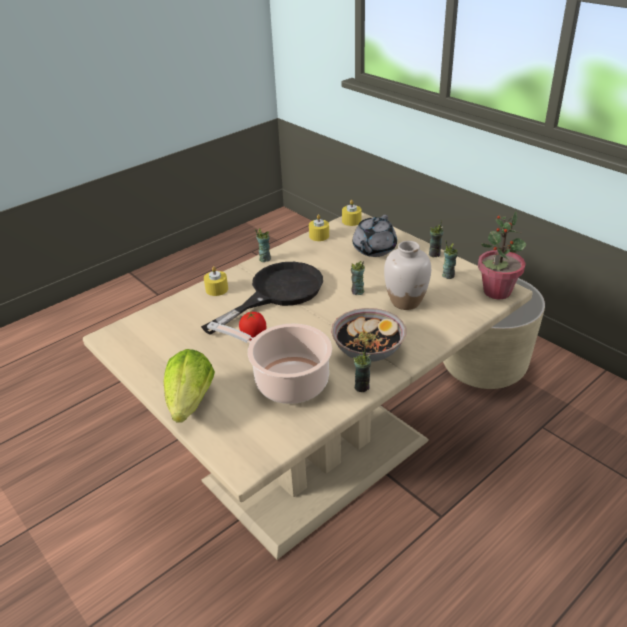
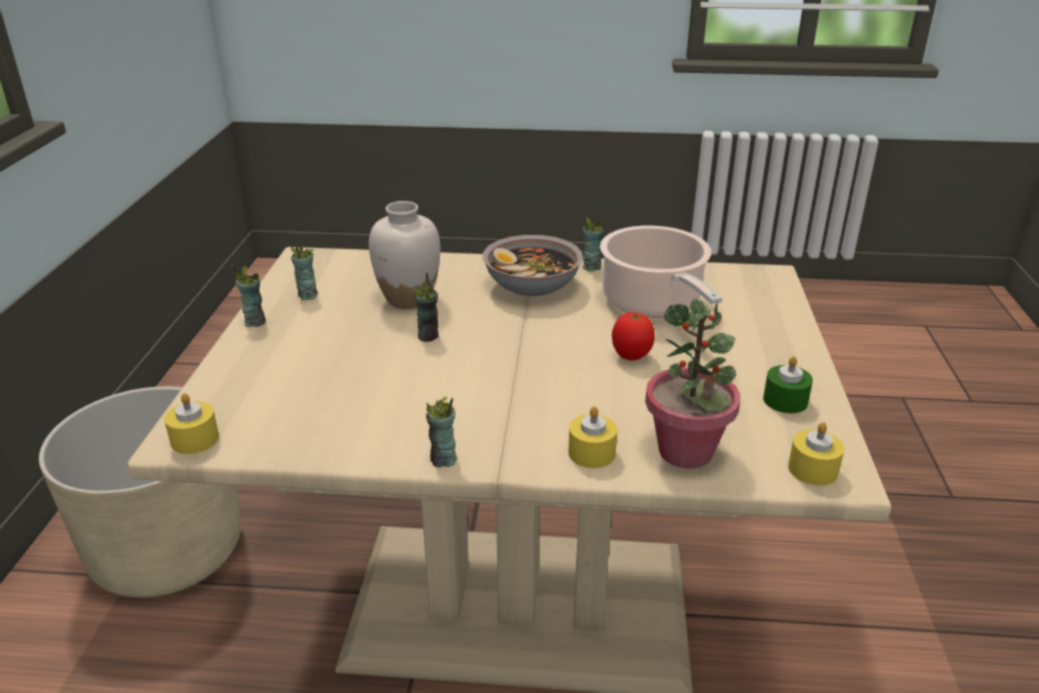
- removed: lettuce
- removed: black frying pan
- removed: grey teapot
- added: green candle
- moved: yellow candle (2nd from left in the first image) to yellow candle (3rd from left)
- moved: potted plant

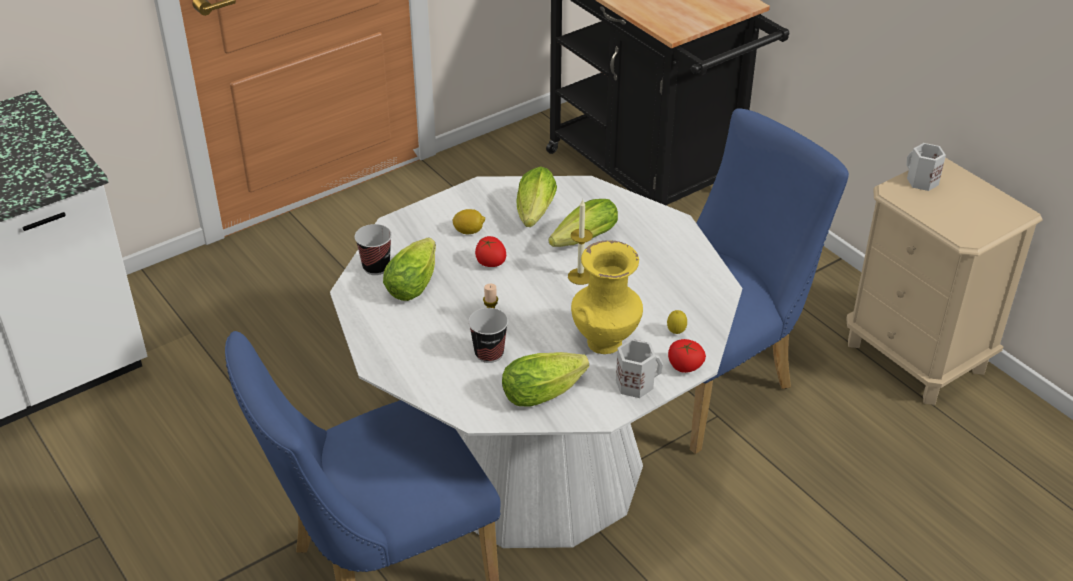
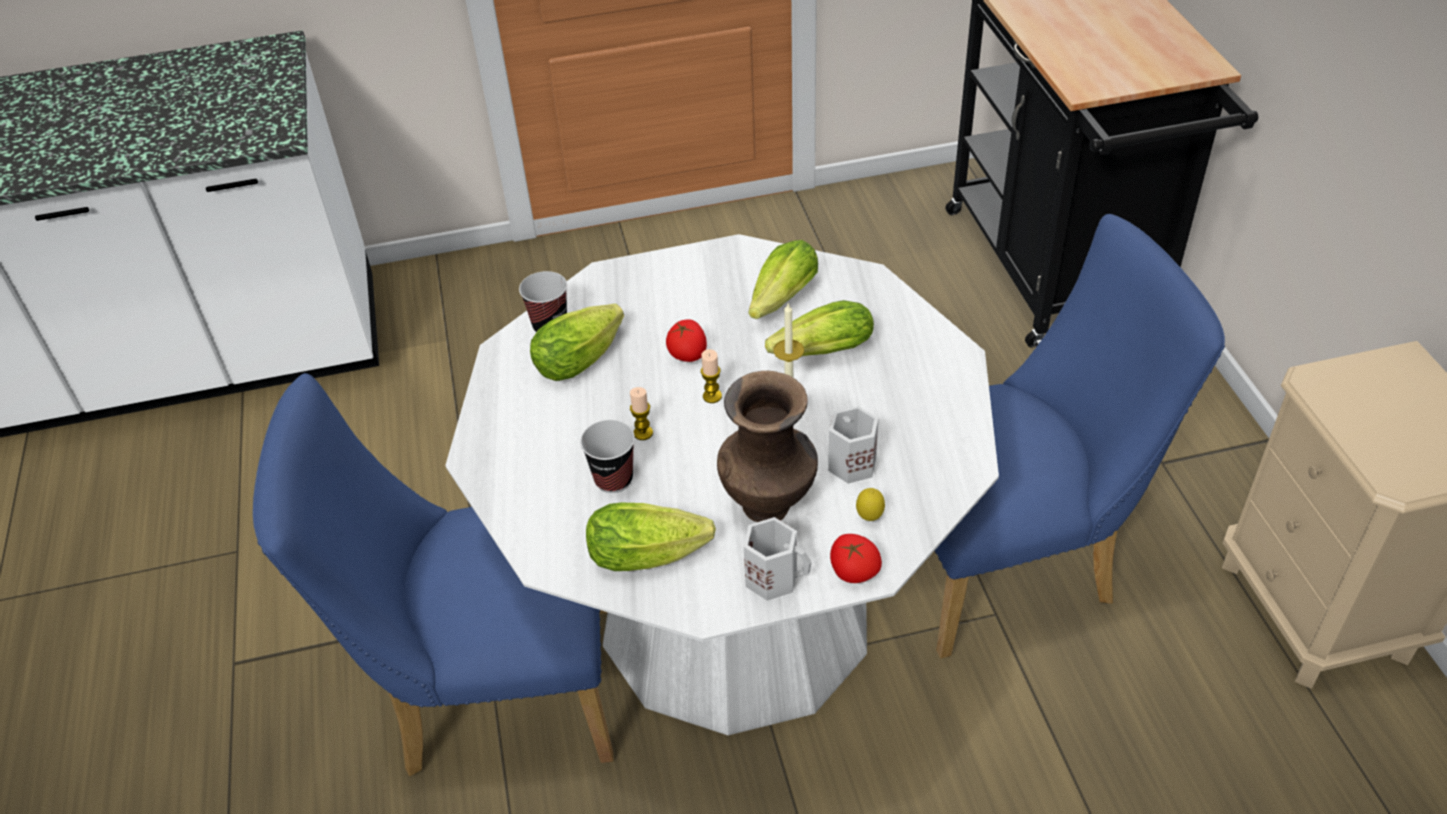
- removed: lemon (1st from left)
- added: candle (2nd from left)
- moved: white mug (2nd from left)
- recoloured: yellow vase to brown vase

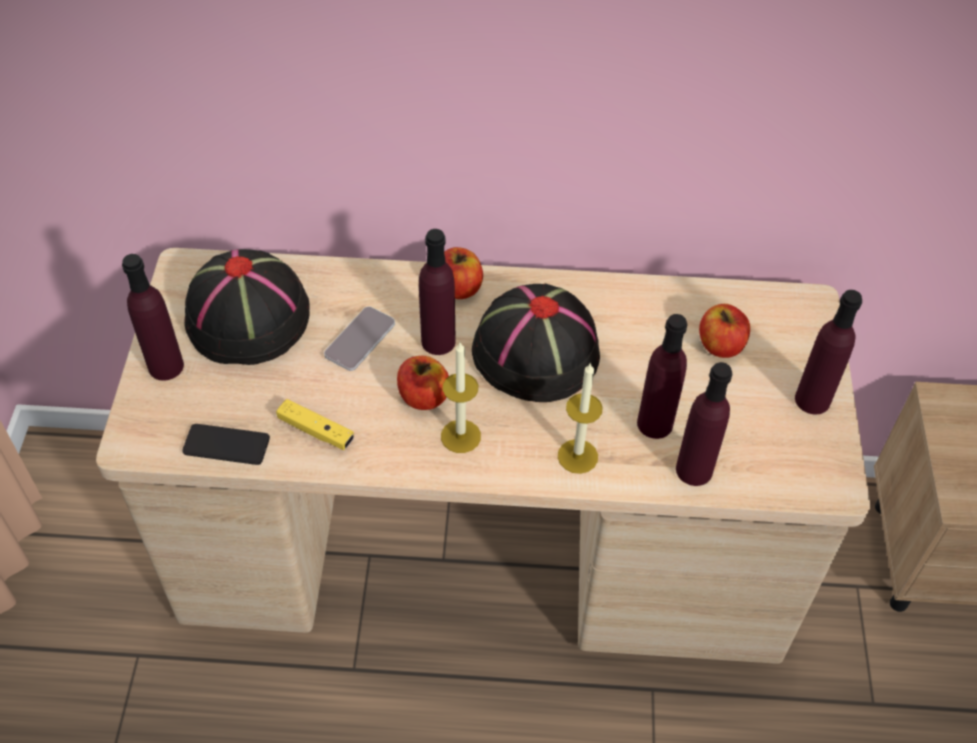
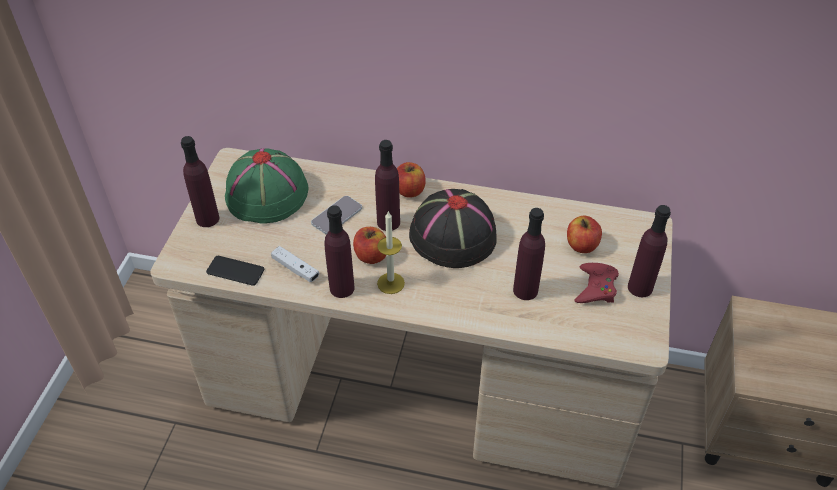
- removed: candle (2nd from left)
- added: red game controller
- moved: purple bottle (4th from left in the first image) to purple bottle (2nd from left)
- recoloured: black hat (1st from left) to green hat
- recoloured: yellow game controller to white game controller

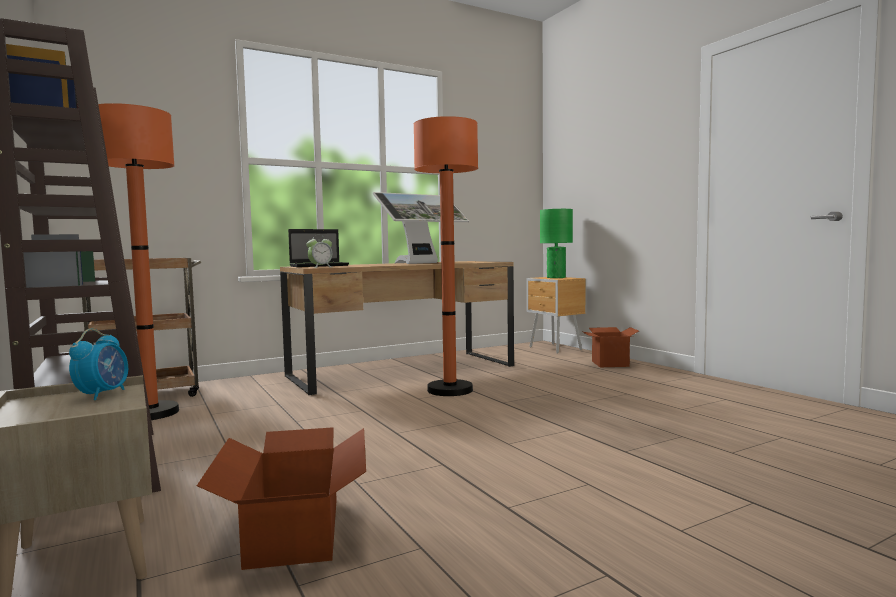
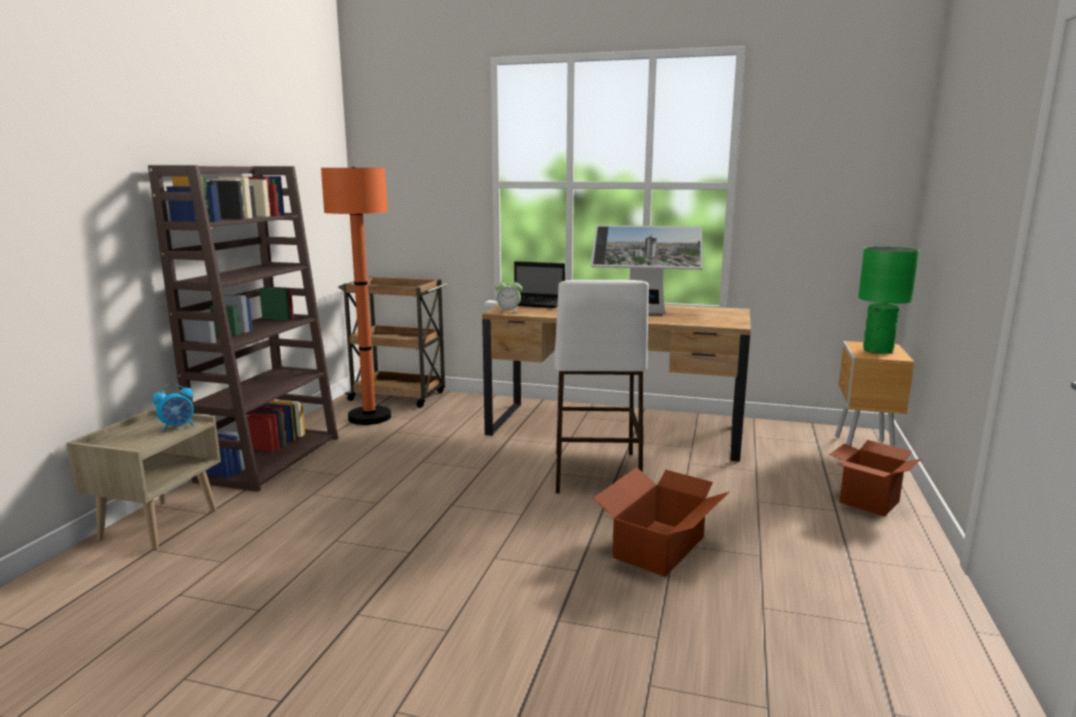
- moved: cardboard box (1st from left)
- replaced: orange floor lamp (2nd from left) to white stool

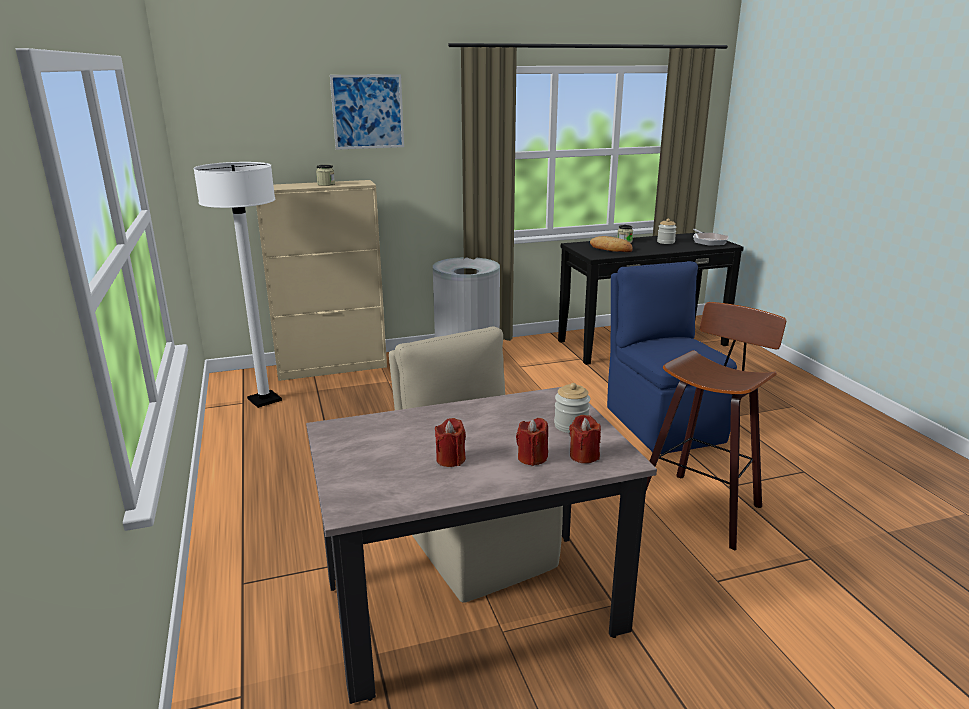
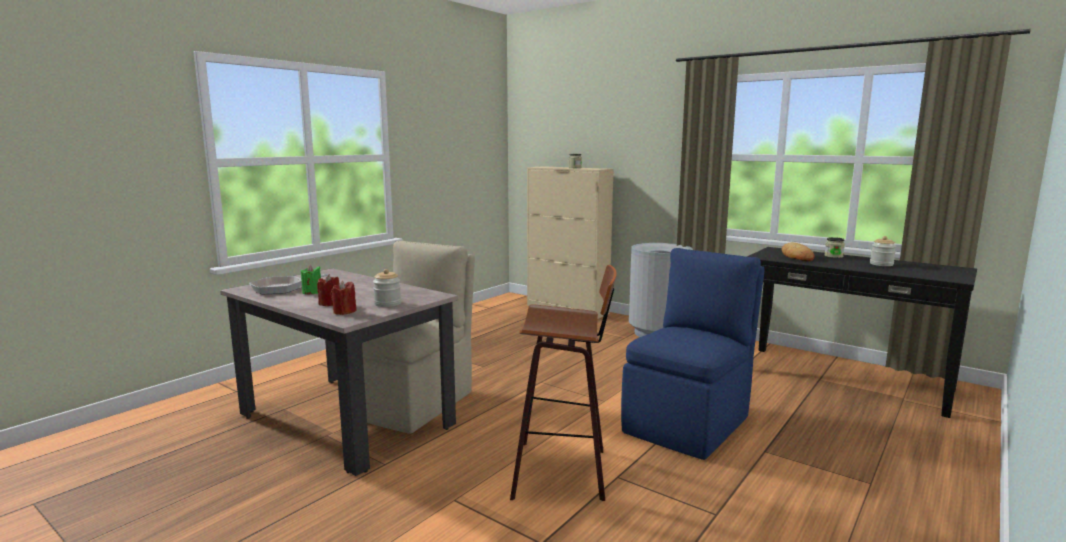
- removed: white floor lamp
- removed: picture
- moved: frying pan
- recoloured: red candle (1st from left) to green candle

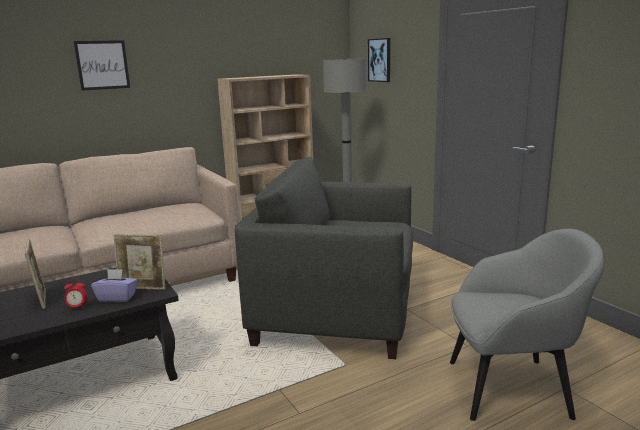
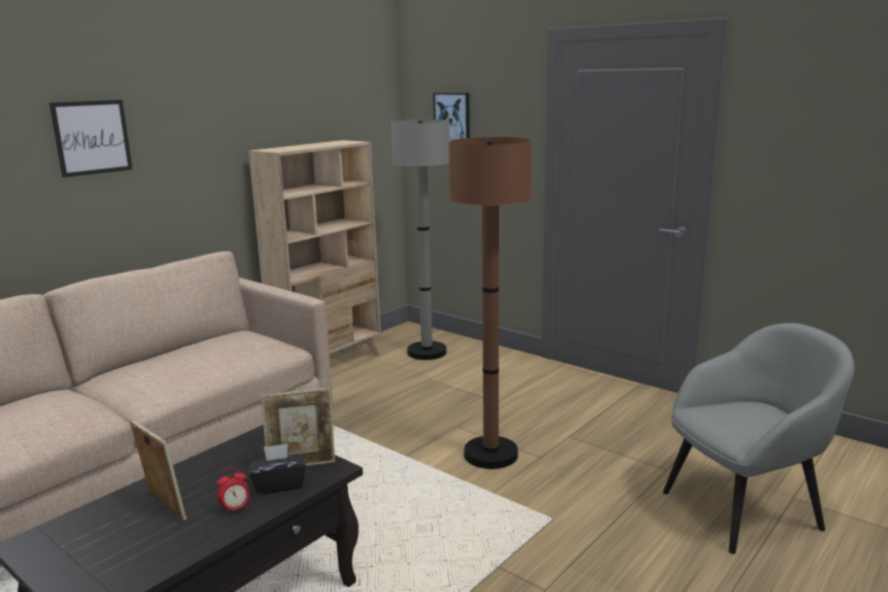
- replaced: grey armchair (1st from left) to brown floor lamp
- recoloured: purple tissue box to black tissue box

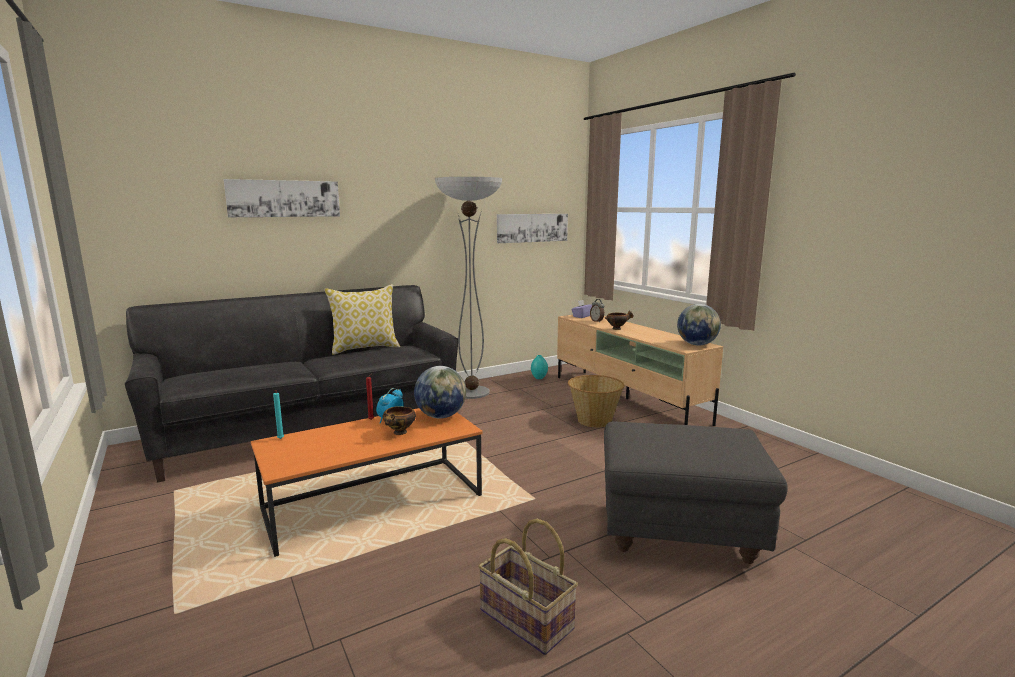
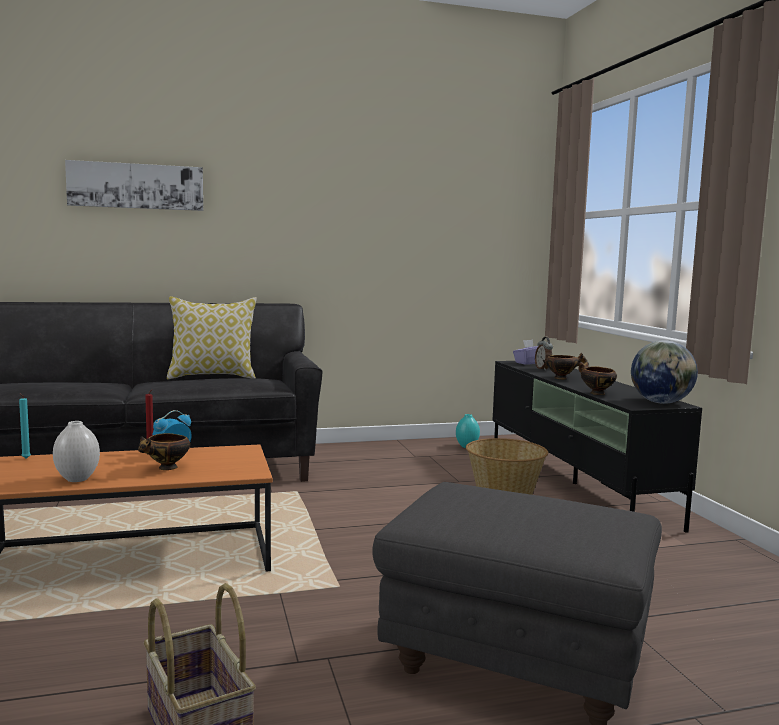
- removed: globe (1st from left)
- removed: floor lamp
- removed: picture (2nd from left)
- added: white vase
- added: bowl (3rd from left)
- recoloured: beige tv stand to black tv stand

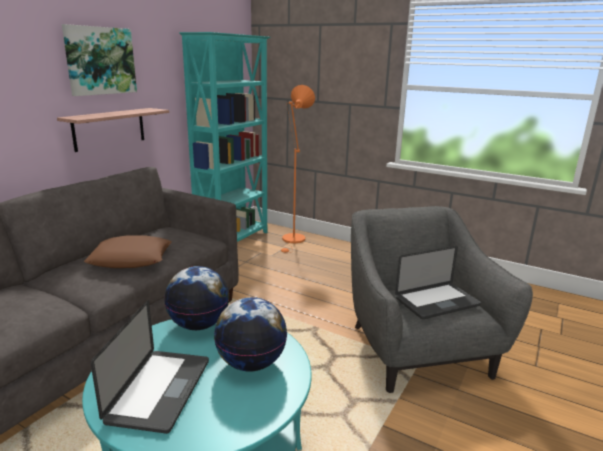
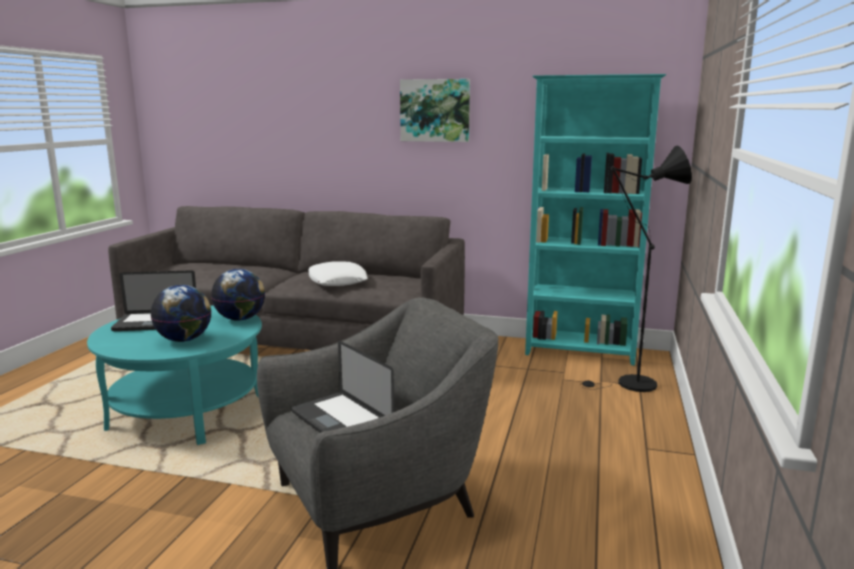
- removed: shelf
- recoloured: brown pillow to white pillow
- recoloured: orange floor lamp to black floor lamp

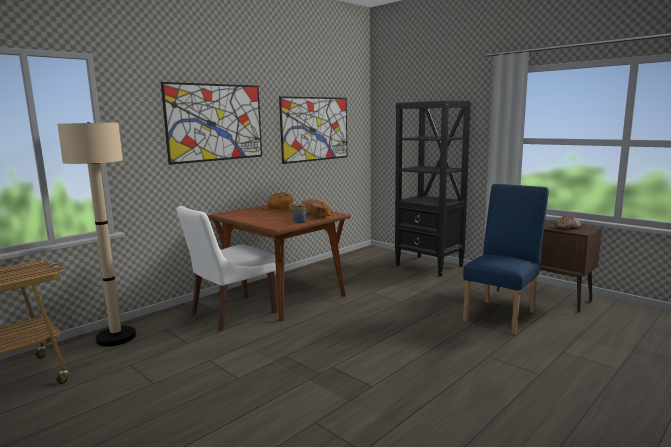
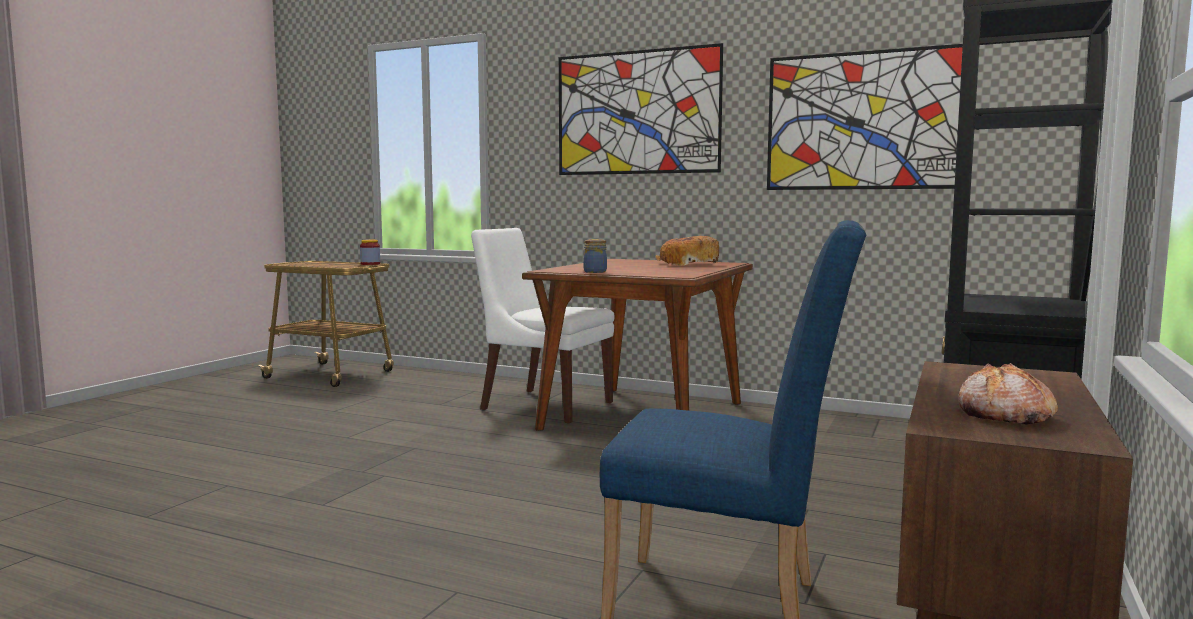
- removed: beige floor lamp
- removed: bread (2nd from left)
- added: jar (1st from left)

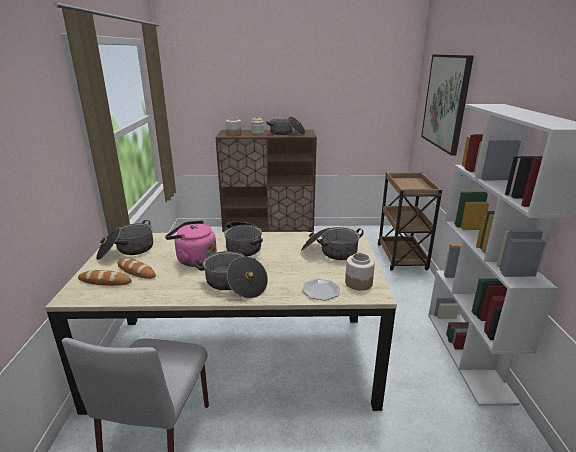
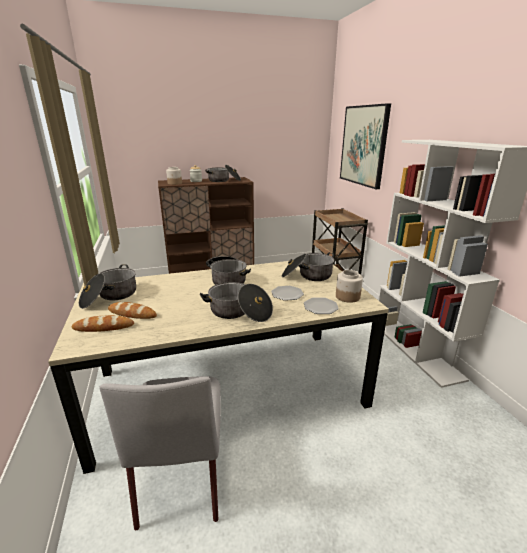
- removed: pink kettle
- added: plate (1st from left)

